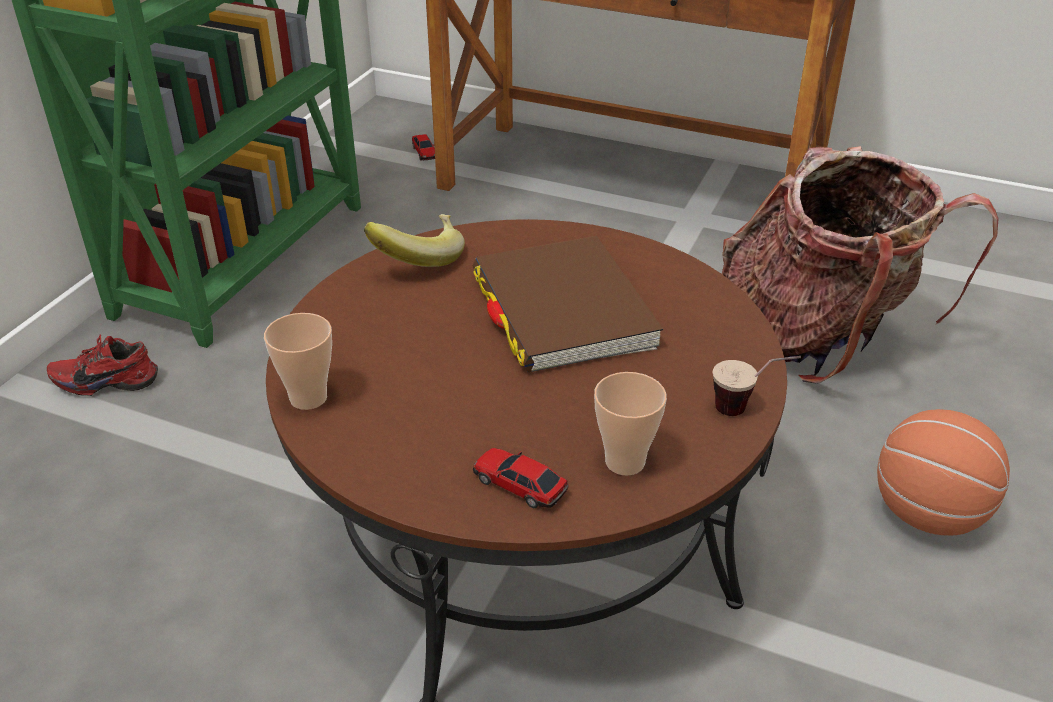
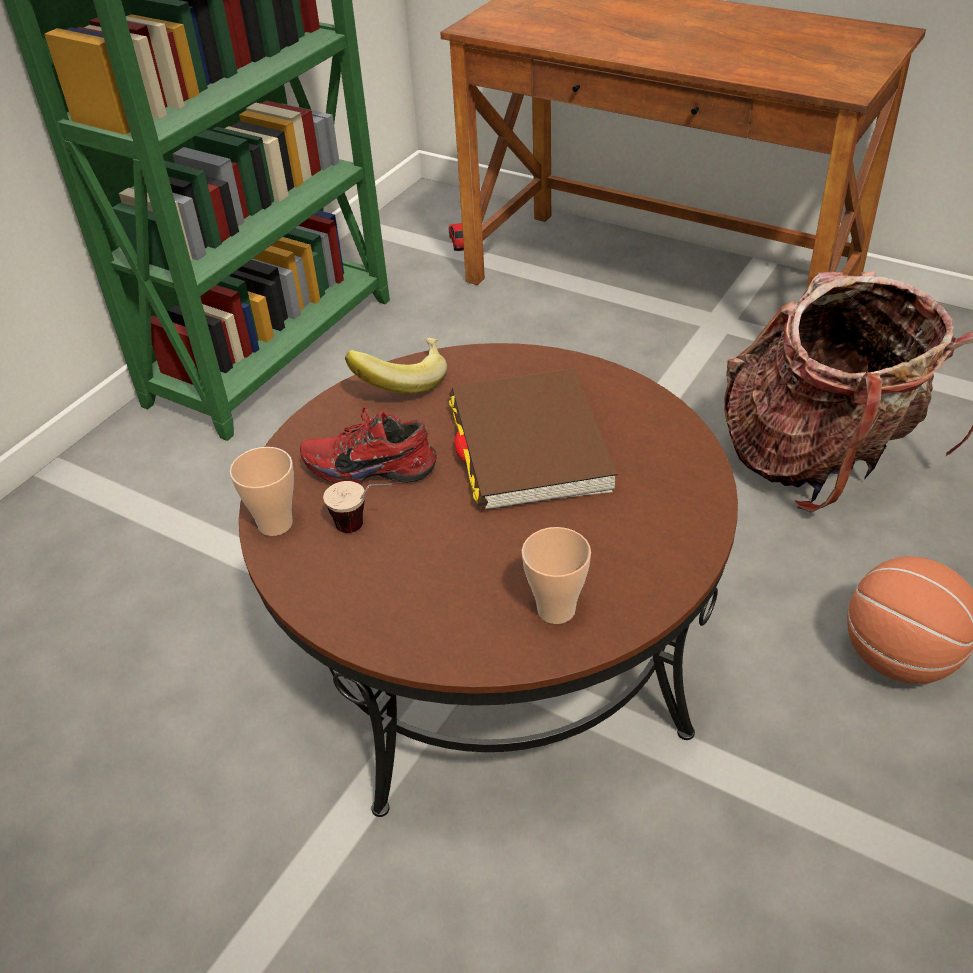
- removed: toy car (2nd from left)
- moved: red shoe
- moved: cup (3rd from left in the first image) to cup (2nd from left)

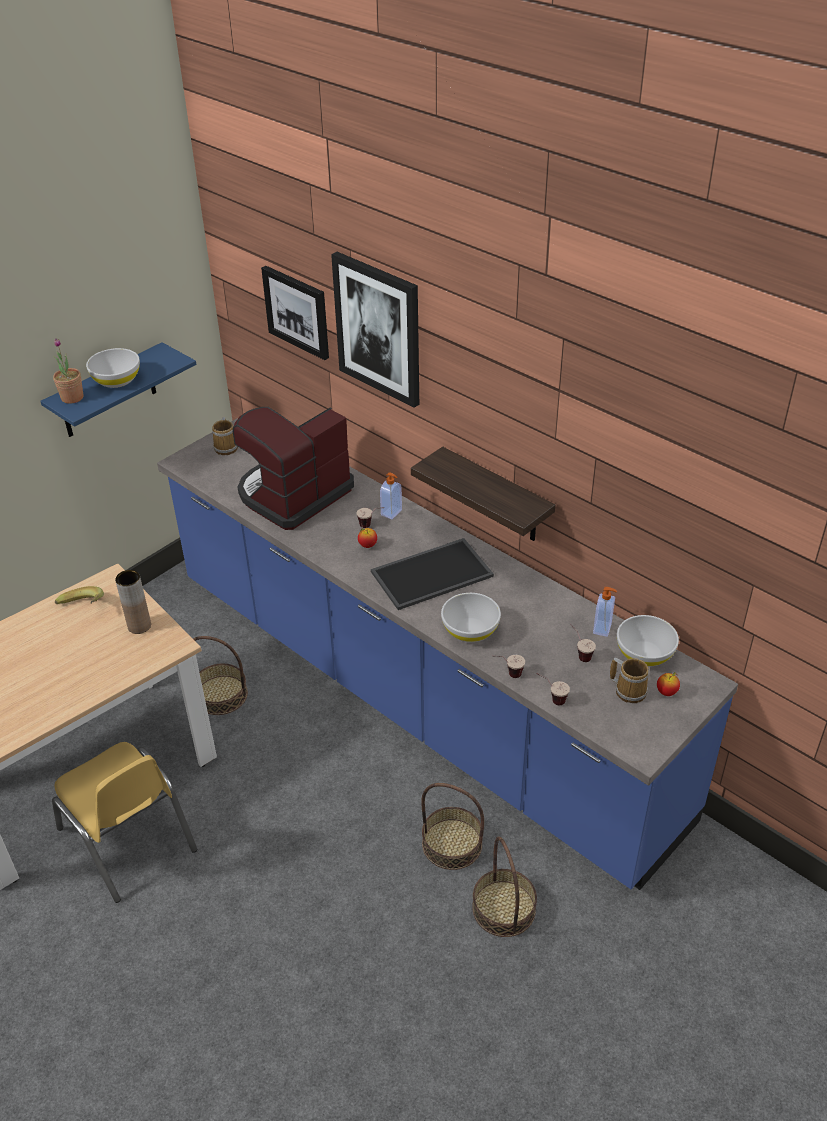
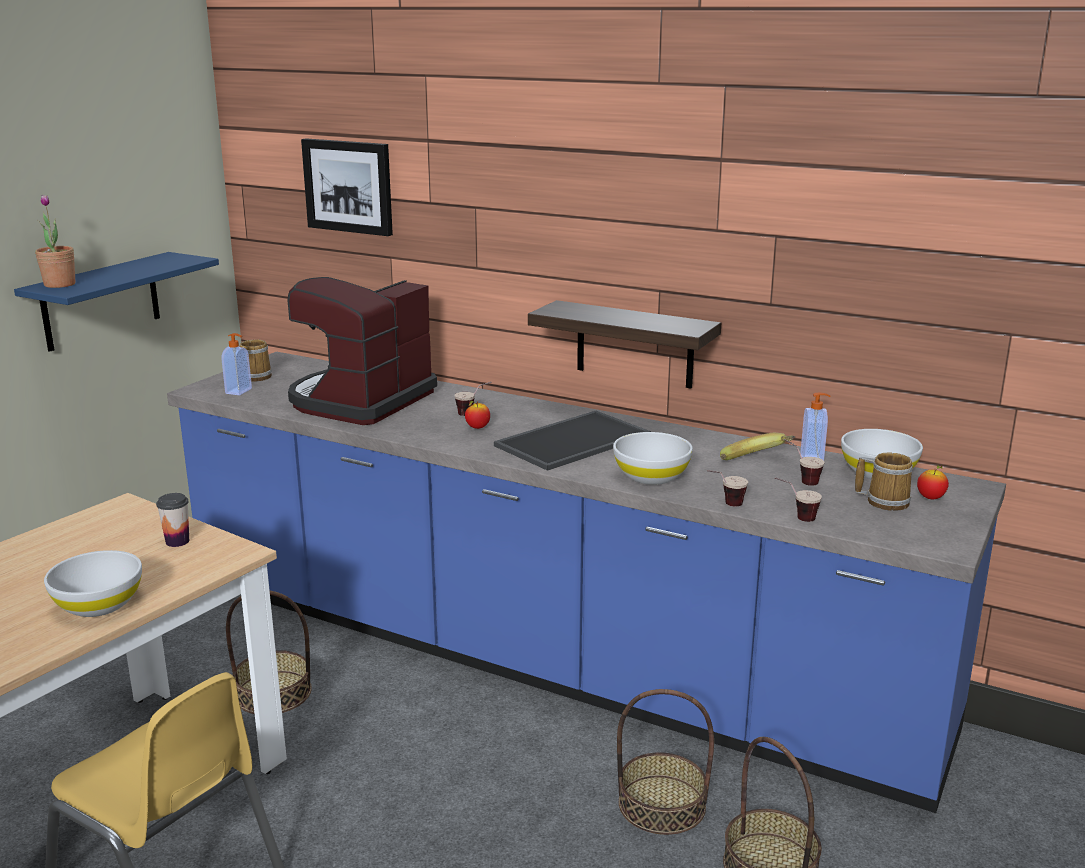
- removed: picture (2nd from left)
- moved: banana
- moved: white bowl (1st from left)
- moved: soap dispenser (1st from left)
- replaced: brown vase to cup (1st from left)

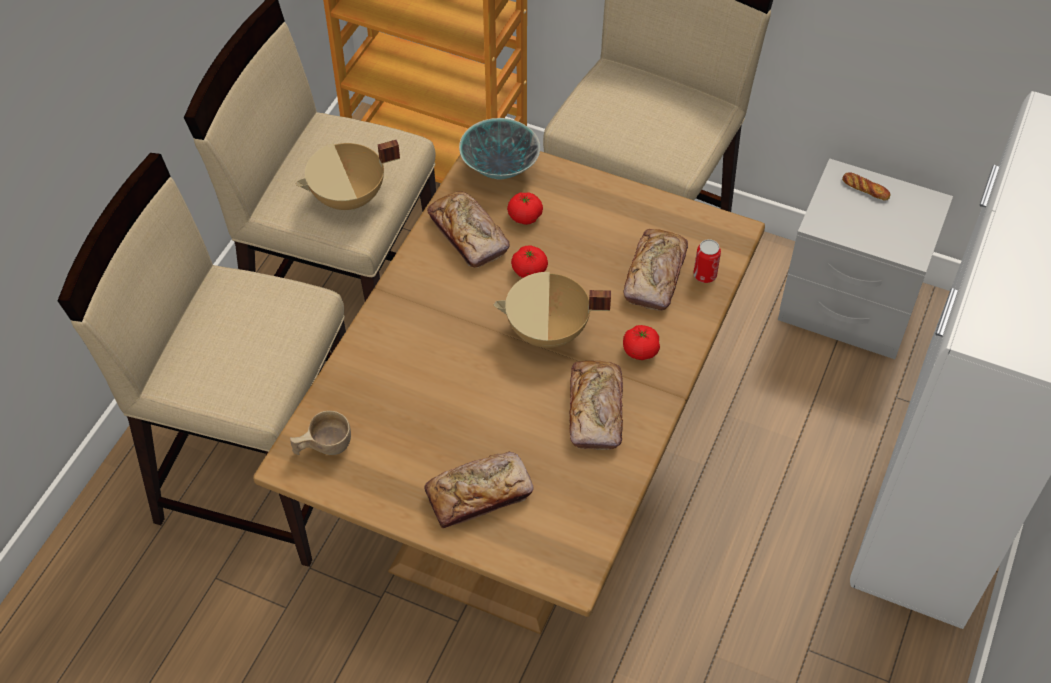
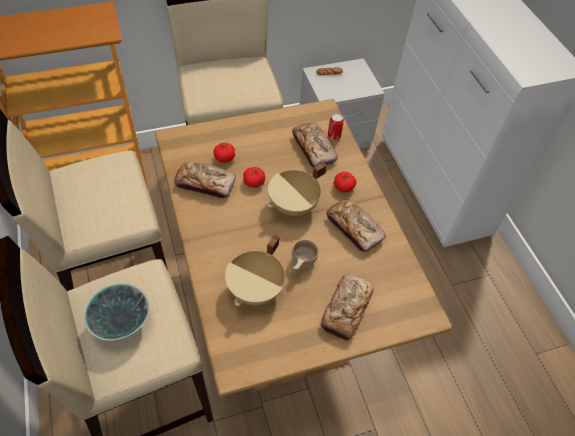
- moved: beige cup
- moved: beige cooking pot (1st from left)
- moved: bowl

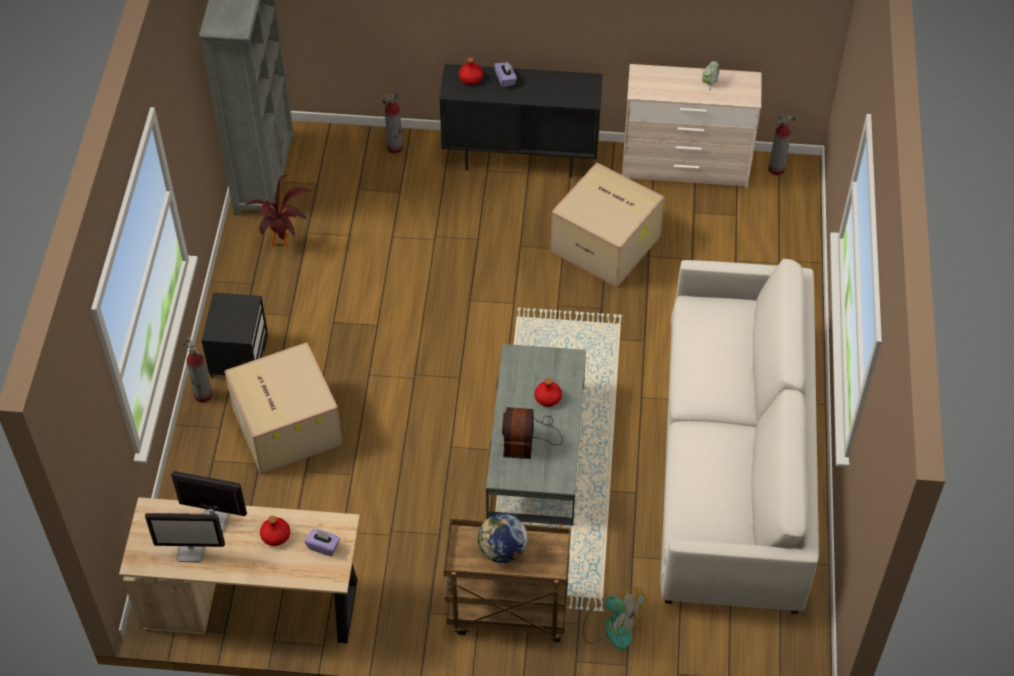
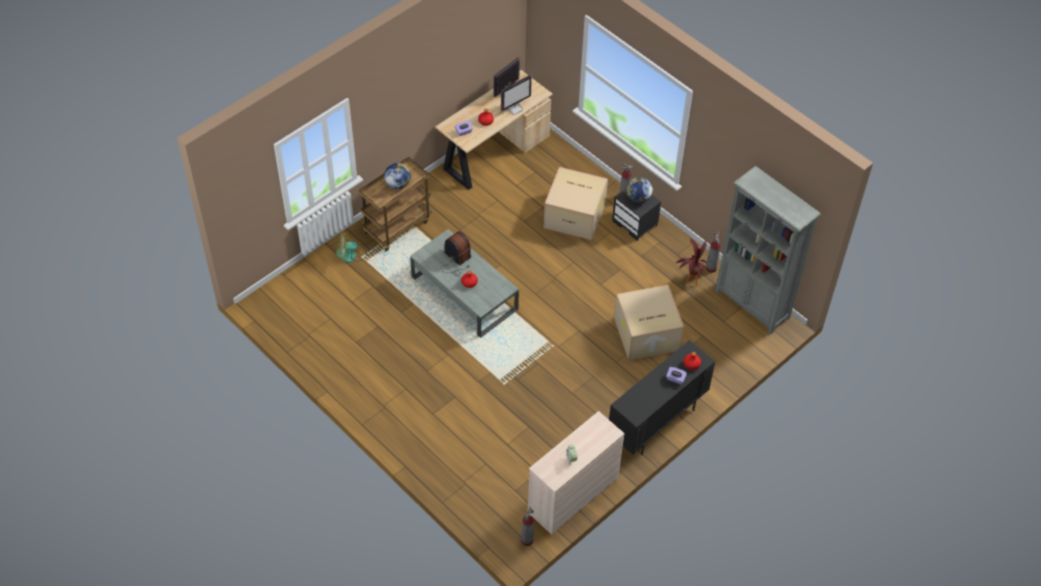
- removed: white sofa
- added: globe (2nd from left)
- moved: fire extinguisher (2nd from left in the first image) to fire extinguisher (3rd from left)
- moved: cardboard box (2nd from left)

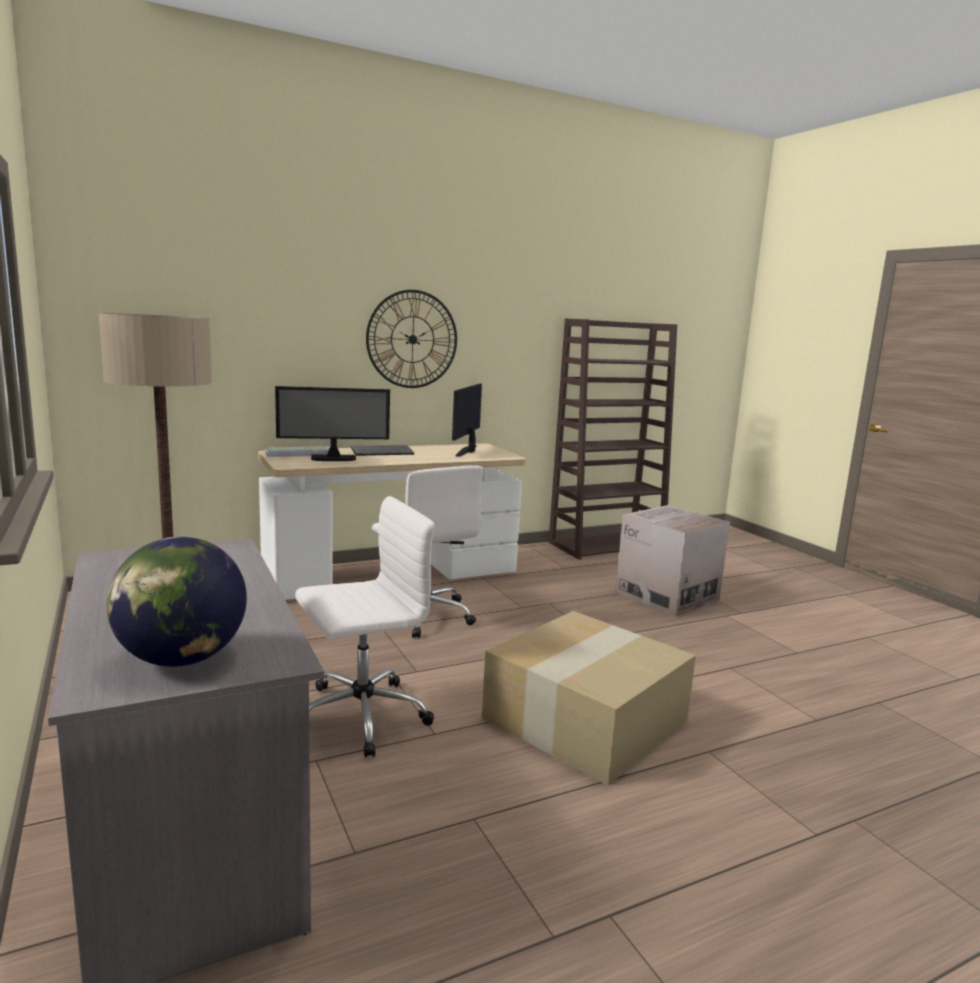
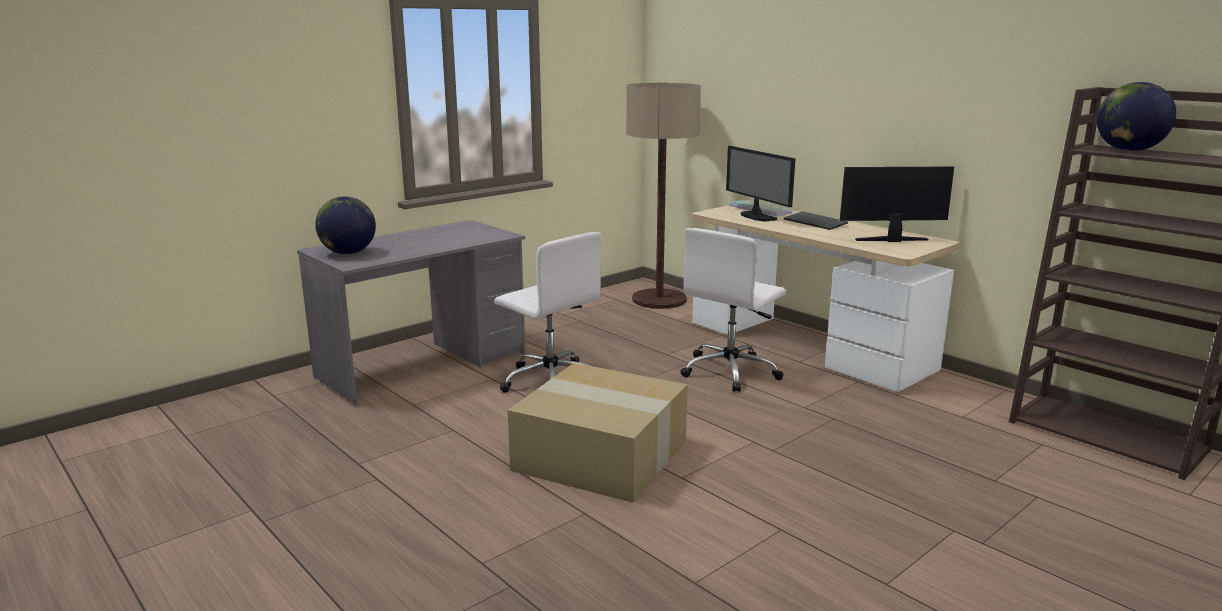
- removed: wall clock
- removed: cardboard box (2nd from left)
- added: globe (2nd from left)

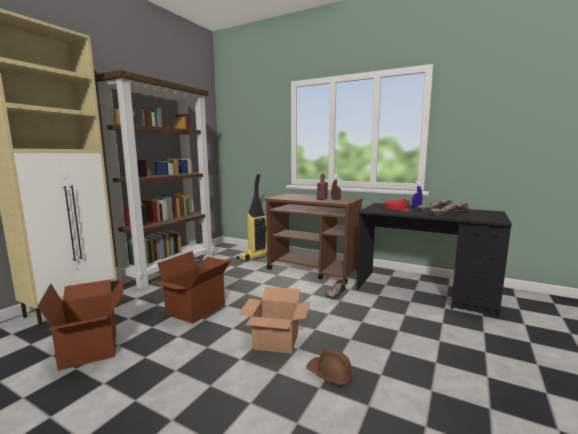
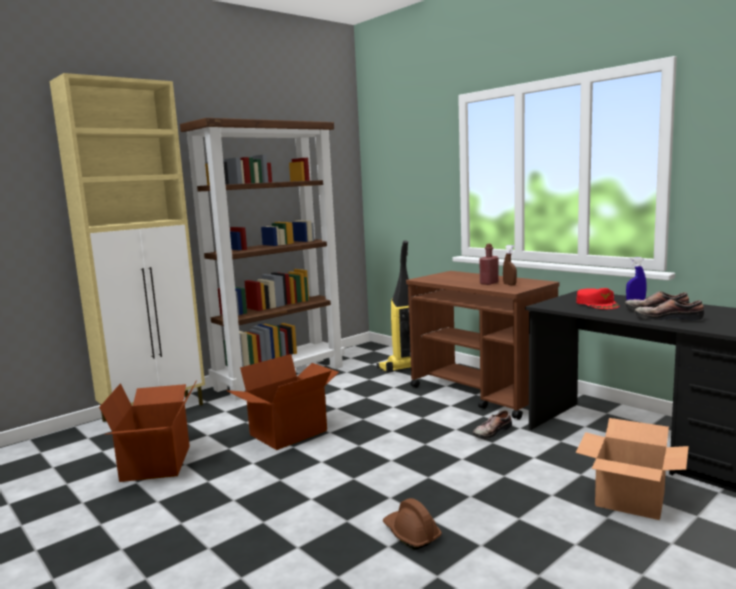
- moved: cardboard box (3rd from left)

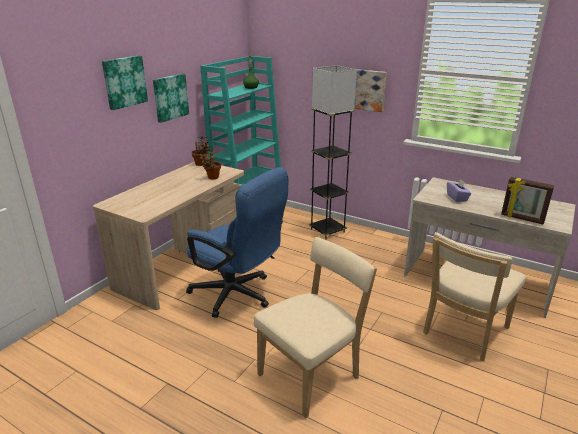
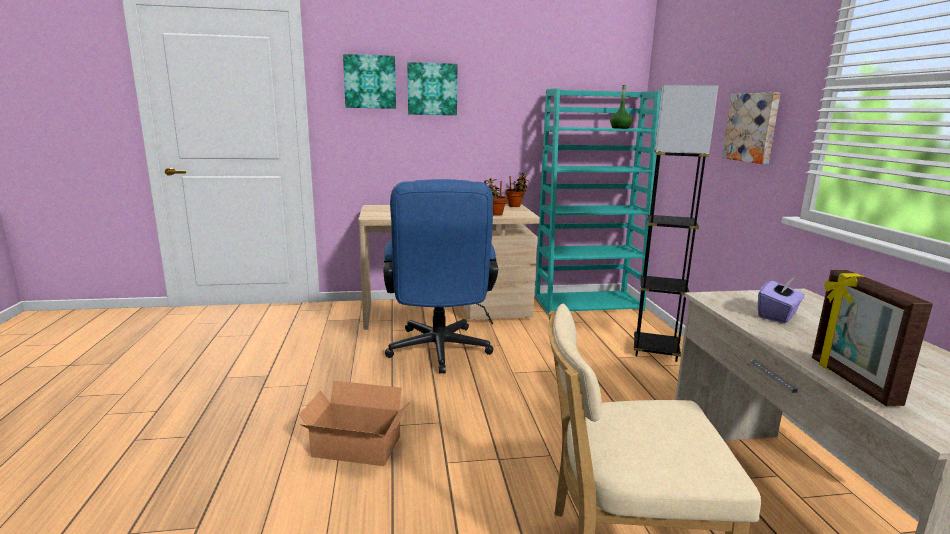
- moved: picture (2nd from left in the first image) to picture (1st from left)
- replaced: beige chair (1st from left) to cardboard box

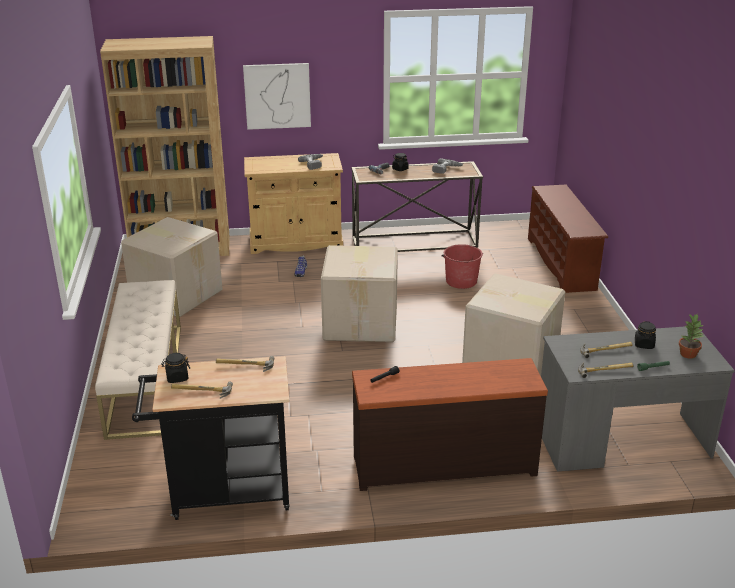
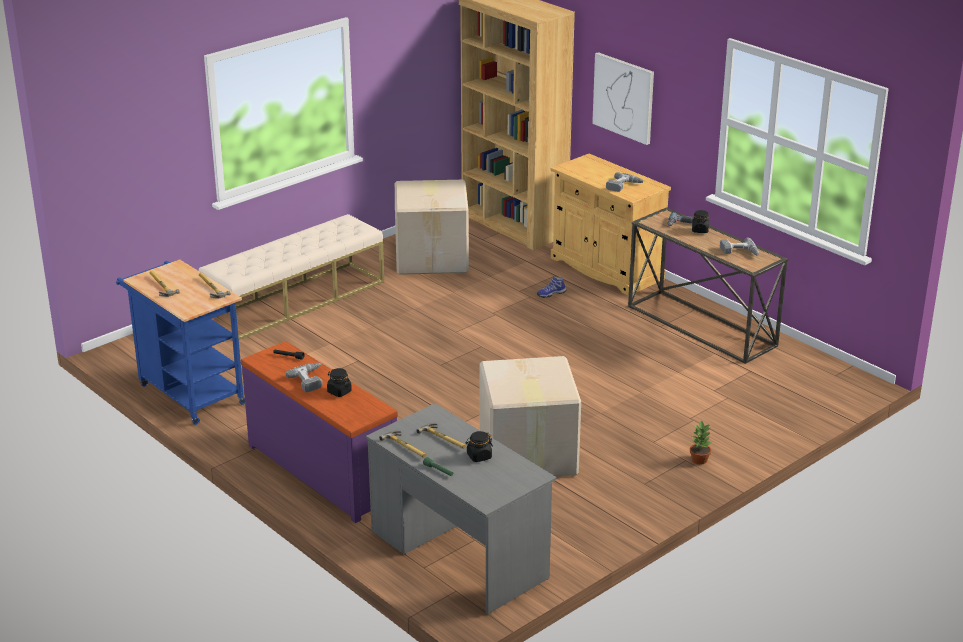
- removed: cardboard box (2nd from left)
- removed: red bucket
- removed: brown shoe rack
- added: power drill (1st from left)
- moved: black jar (1st from left)
- moved: potted plant
- recoloured: black cart to blue cart
- recoloured: brown dresser to purple dresser

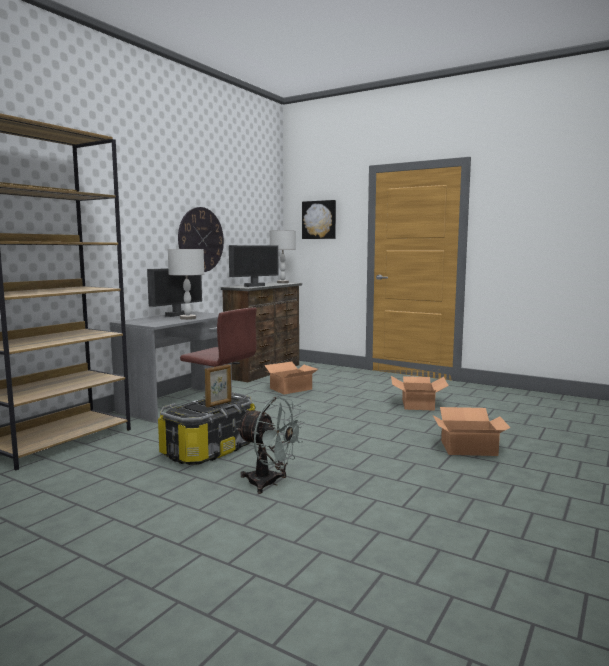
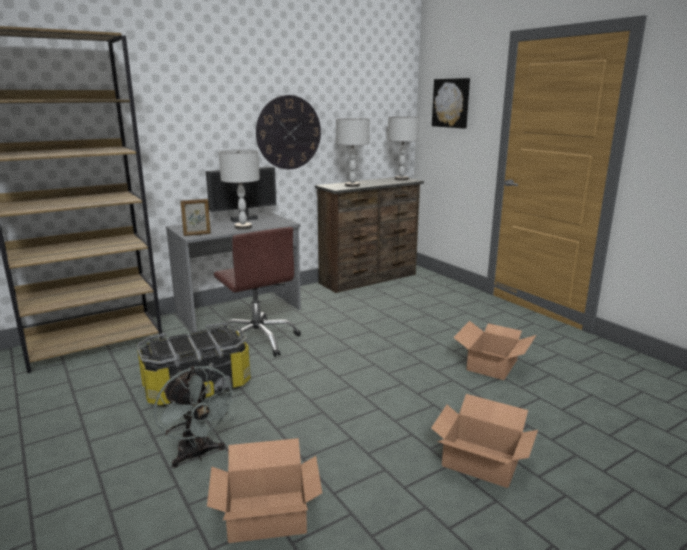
- moved: picture frame
- moved: cardboard box (1st from left)
- replaced: monitor (2nd from left) to grey table lamp (2nd from left)

